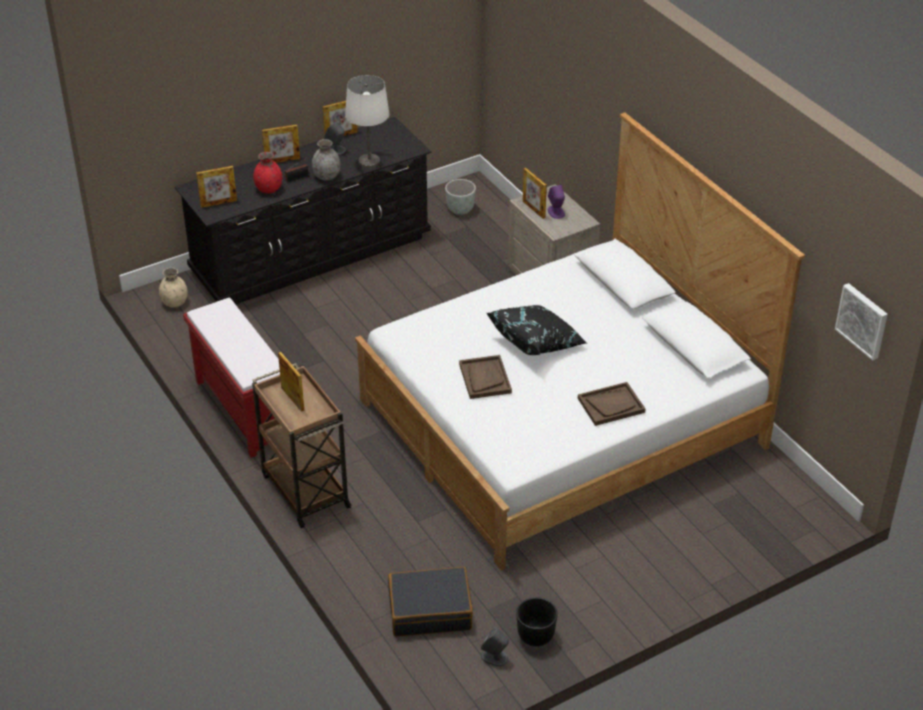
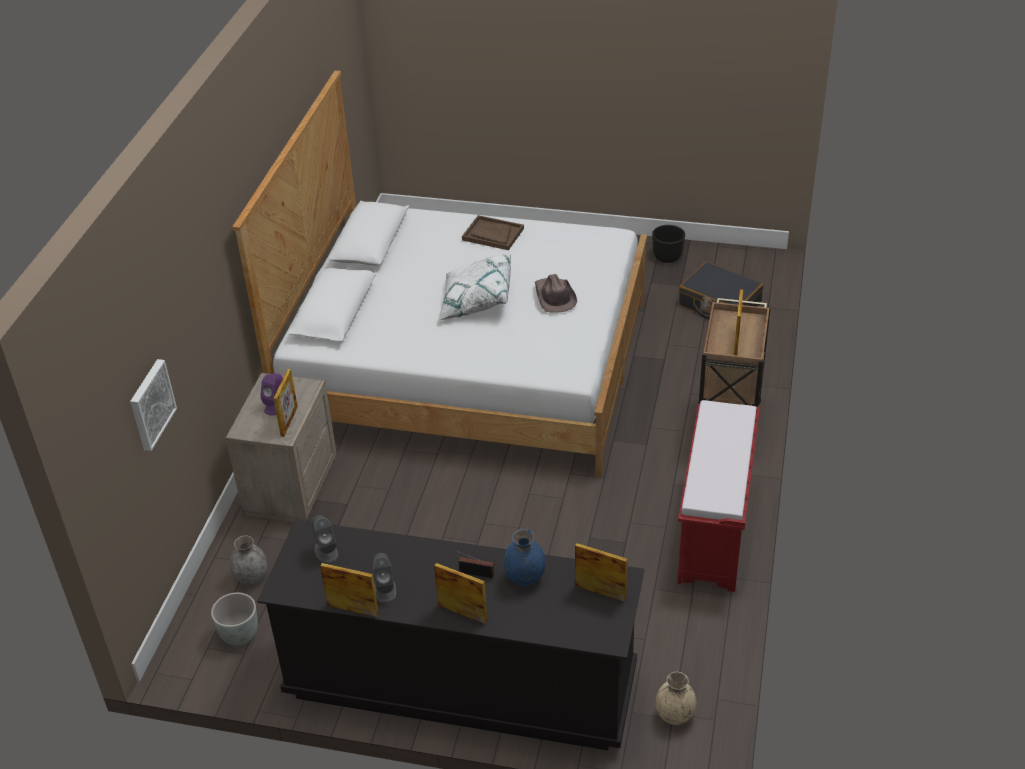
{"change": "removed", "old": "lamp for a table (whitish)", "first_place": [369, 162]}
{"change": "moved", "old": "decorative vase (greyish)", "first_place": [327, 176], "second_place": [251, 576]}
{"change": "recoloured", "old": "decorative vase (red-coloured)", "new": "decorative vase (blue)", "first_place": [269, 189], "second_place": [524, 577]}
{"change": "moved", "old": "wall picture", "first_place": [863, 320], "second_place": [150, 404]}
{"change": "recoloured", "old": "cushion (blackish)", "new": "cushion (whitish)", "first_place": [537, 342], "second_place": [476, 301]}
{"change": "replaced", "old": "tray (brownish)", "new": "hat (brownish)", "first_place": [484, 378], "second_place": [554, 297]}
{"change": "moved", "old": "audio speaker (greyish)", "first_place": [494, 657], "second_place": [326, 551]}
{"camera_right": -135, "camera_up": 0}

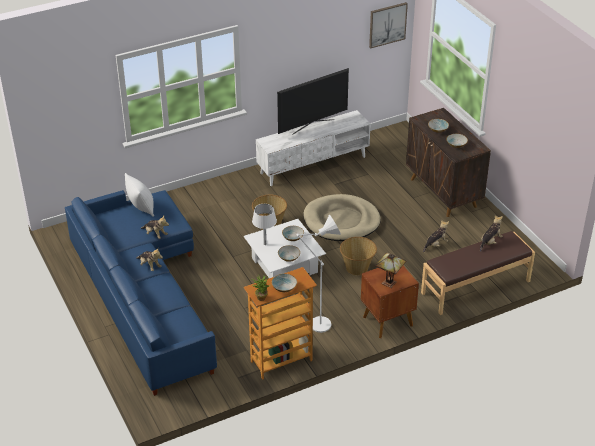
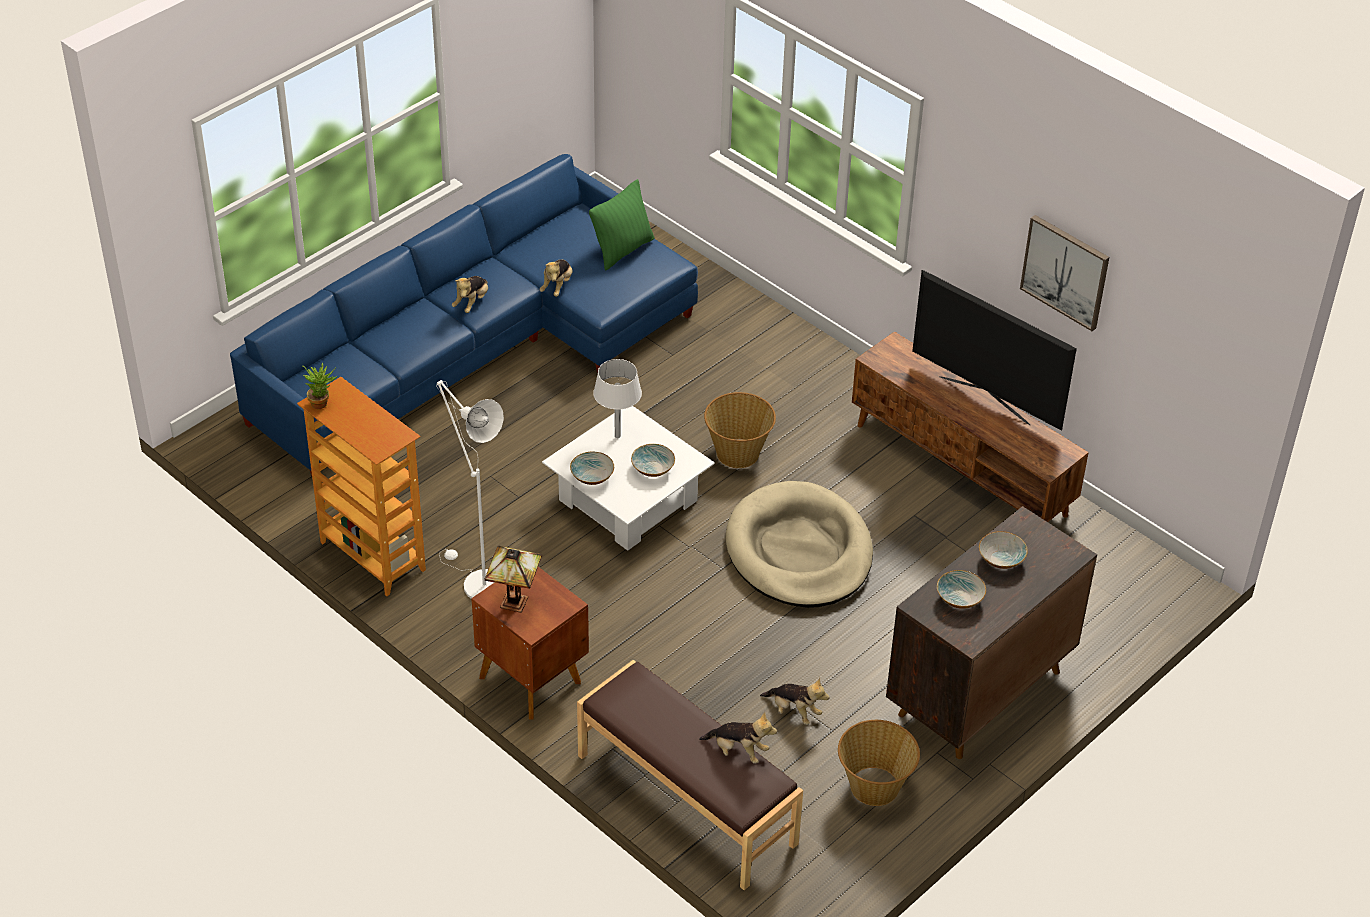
{"change": "moved", "old": "wall picture", "first_place": [387, 24], "second_place": [1065, 271]}
{"change": "recoloured", "old": "tv unit (whitish)", "new": "tv unit (brownish)", "first_place": [313, 164], "second_place": [962, 470]}
{"change": "recoloured", "old": "cushion (whitish)", "new": "cushion (green)", "first_place": [141, 208], "second_place": [622, 250]}
{"change": "moved", "old": "storage basket", "first_place": [357, 268], "second_place": [874, 787]}
{"change": "removed", "old": "deep dish", "first_place": [284, 287]}
{"camera_right": 70, "camera_up": 5}

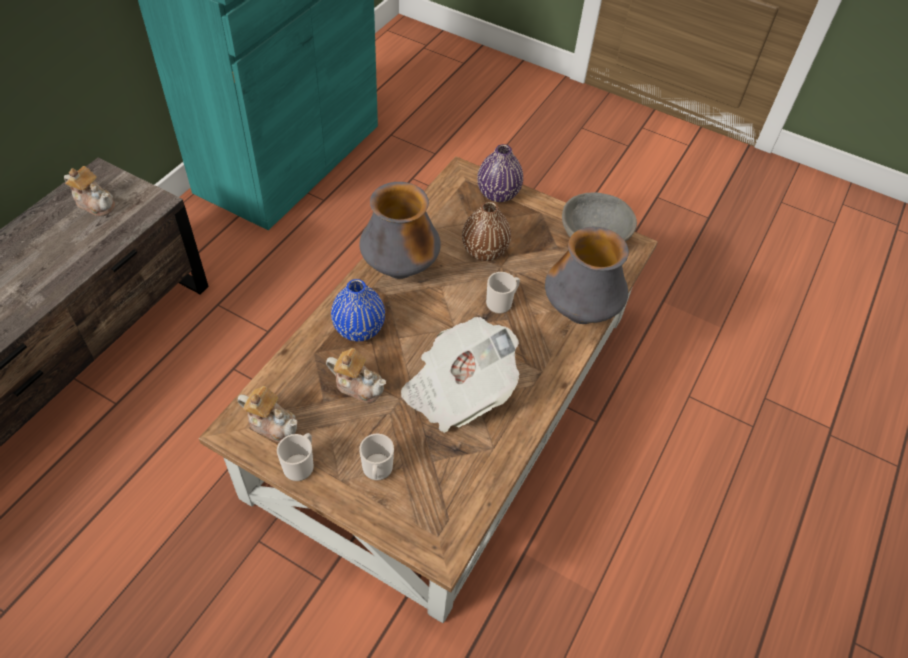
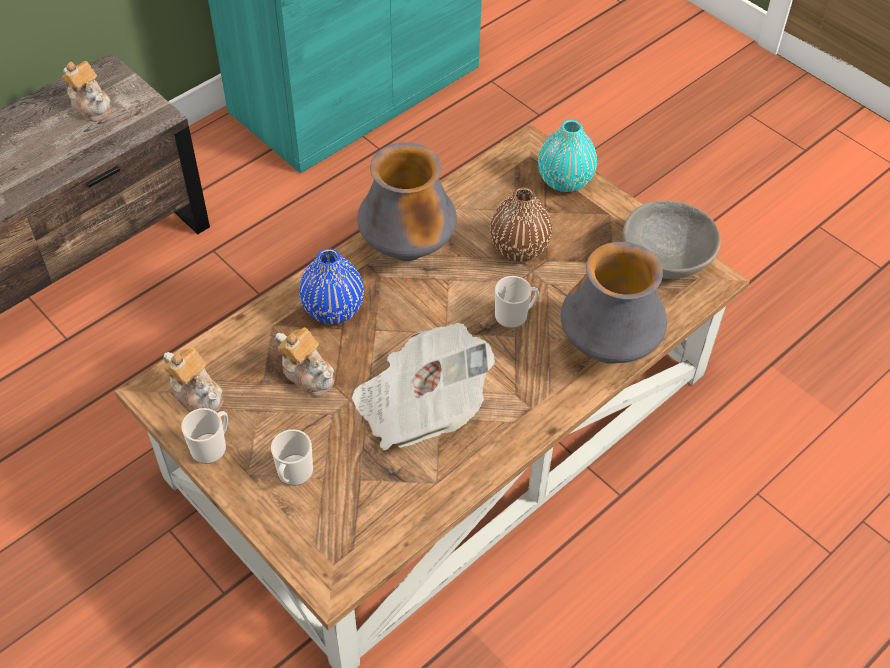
{"change": "recoloured", "old": "decorative vase (purple)", "new": "decorative vase (turquoise-coloured)", "first_place": [498, 193], "second_place": [565, 180]}
{"camera_right": 20, "camera_up": 0}

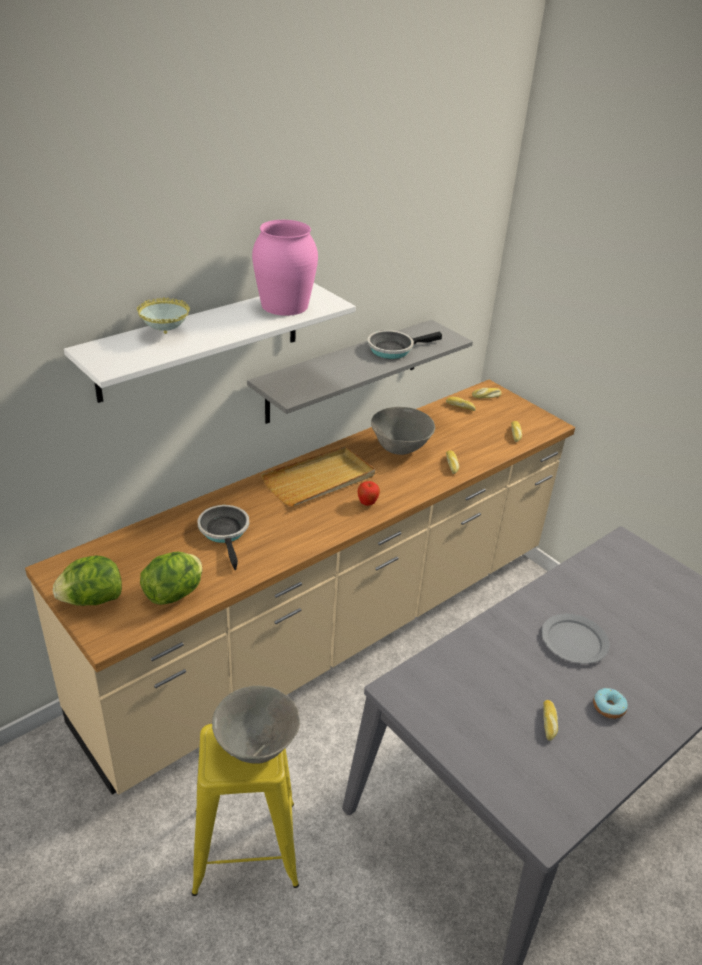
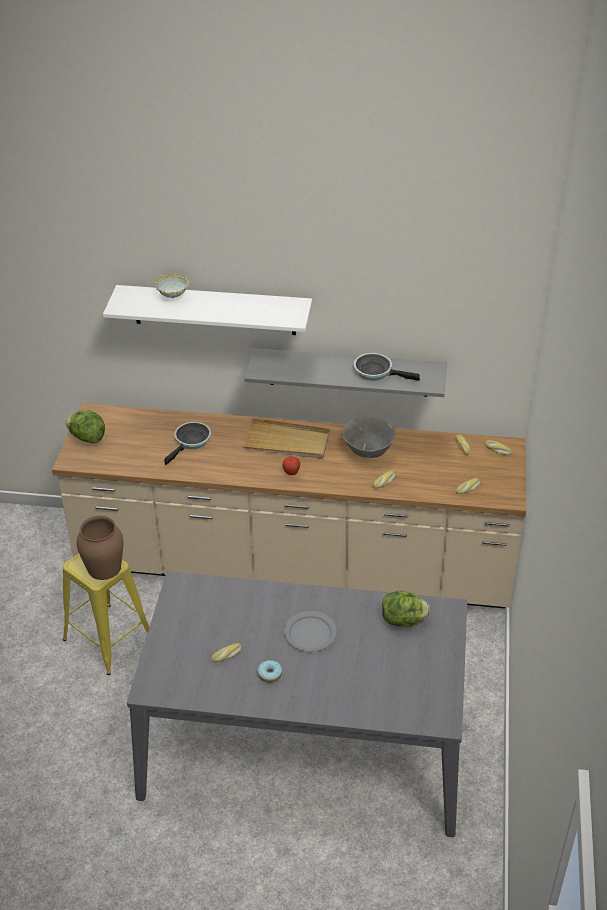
{"change": "removed", "old": "decorative vase (pink-coloured)", "first_place": [285, 305]}
{"change": "moved", "old": "lettuce", "first_place": [175, 593], "second_place": [403, 620]}
{"change": "replaced", "old": "deep dish (greyish)", "new": "decorative vase (brownish)", "first_place": [256, 745], "second_place": [104, 567]}
{"camera_right": 50, "camera_up": 5}

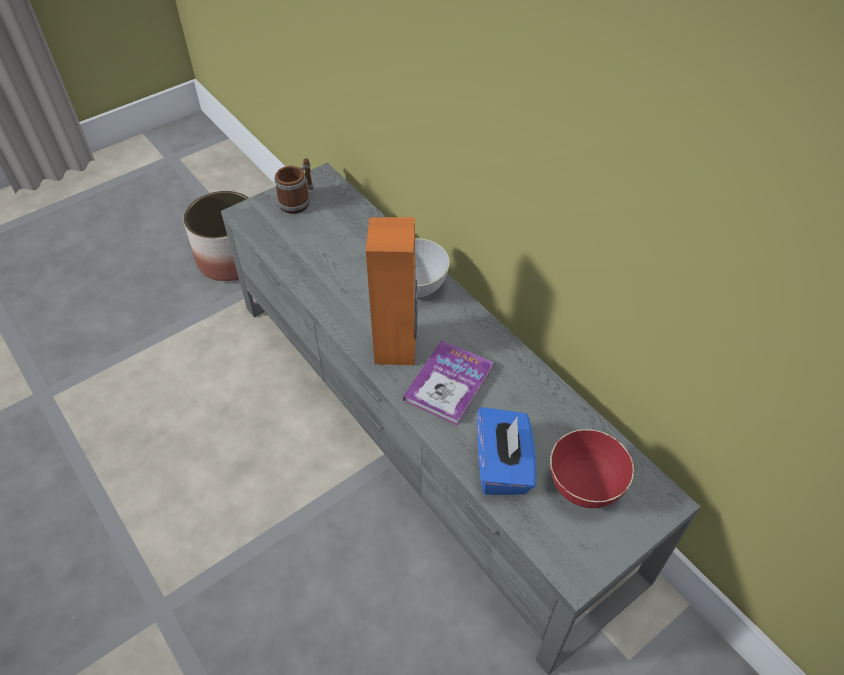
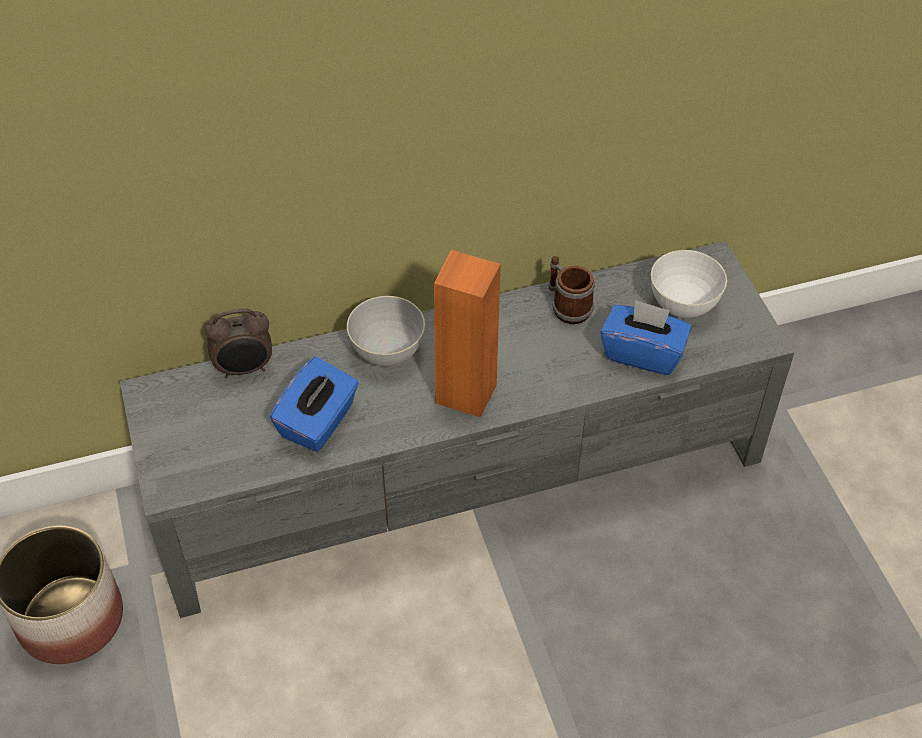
{"change": "moved", "old": "mug", "first_place": [298, 201], "second_place": [567, 306]}
{"change": "removed", "old": "bound book", "first_place": [449, 383]}
{"change": "recoloured", "old": "deep dish (red-coloured)", "new": "deep dish (whitish)", "first_place": [584, 486], "second_place": [683, 305]}
{"change": "added", "new": "alarm clock", "second_place": [245, 369]}
{"change": "added", "new": "box of tissues (blue)", "second_place": [318, 422]}
{"camera_right": -70, "camera_up": 0}

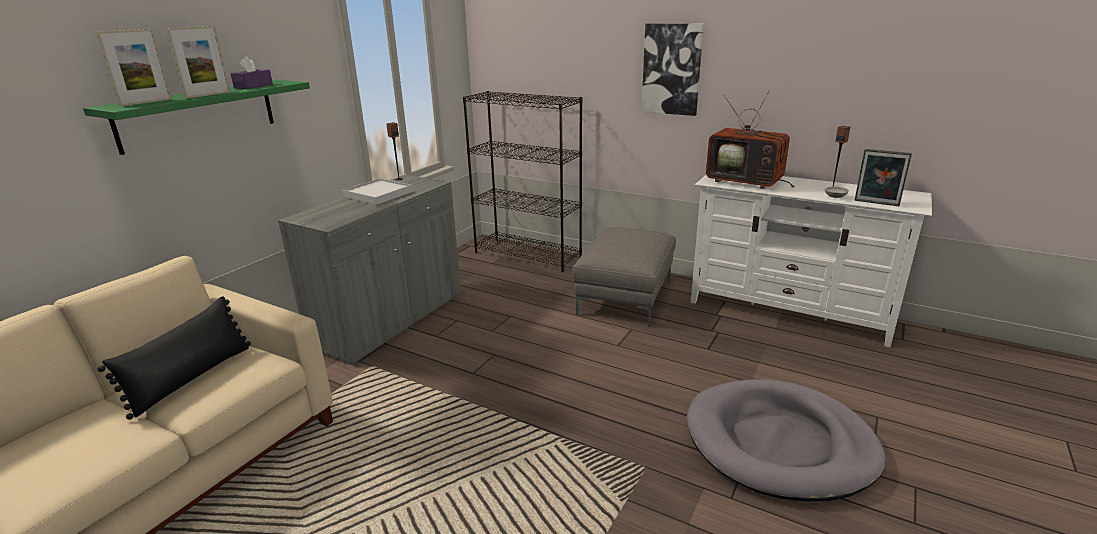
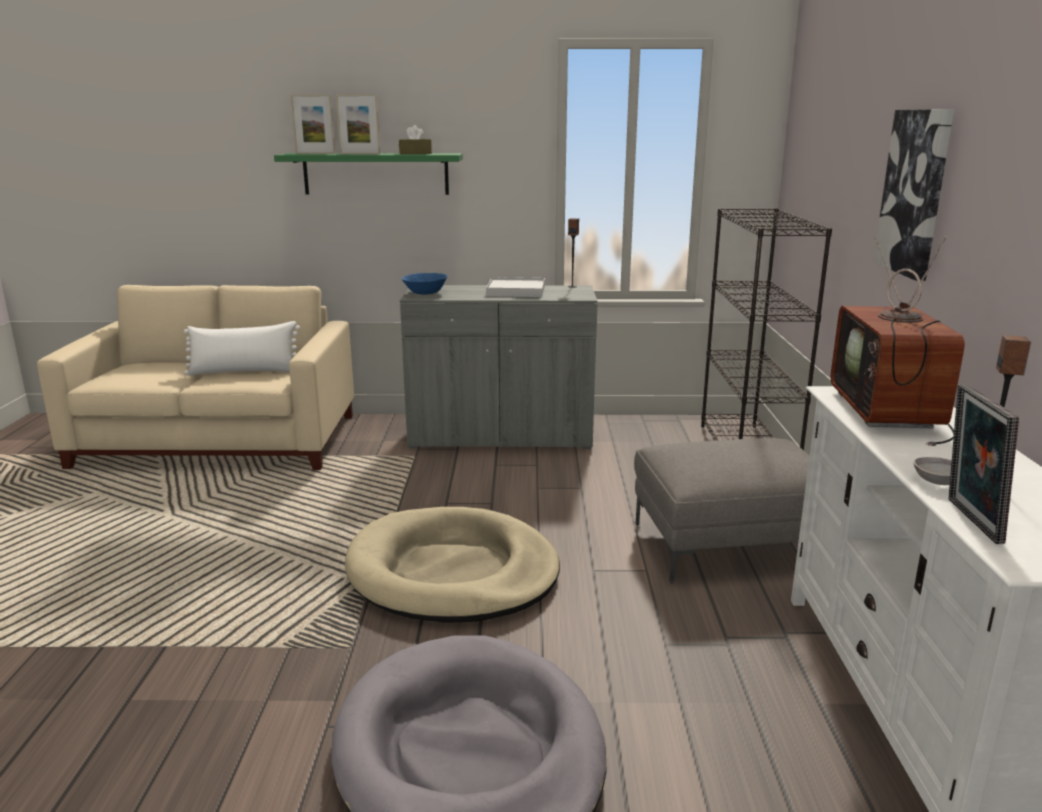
{"change": "recoloured", "old": "box of tissues (purple)", "new": "box of tissues (brownish)", "first_place": [253, 86], "second_place": [415, 153]}
{"change": "recoloured", "old": "cushion (blackish)", "new": "cushion (whitish)", "first_place": [192, 378], "second_place": [244, 372]}
{"change": "added", "new": "deep dish (blue)", "second_place": [426, 293]}
{"change": "added", "new": "pet bed (beige)", "second_place": [452, 572]}
{"camera_right": 60, "camera_up": -5}

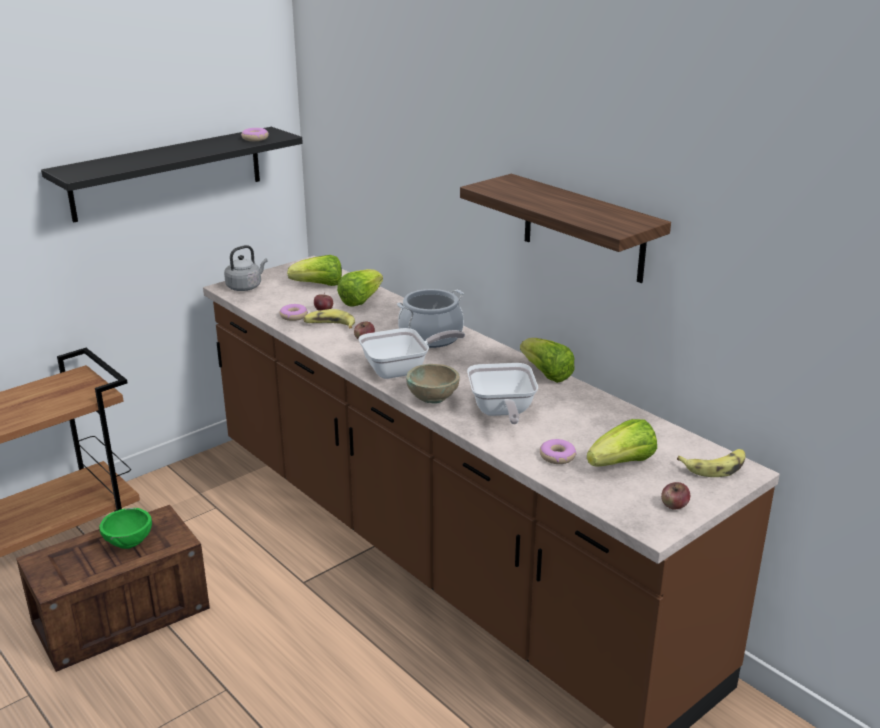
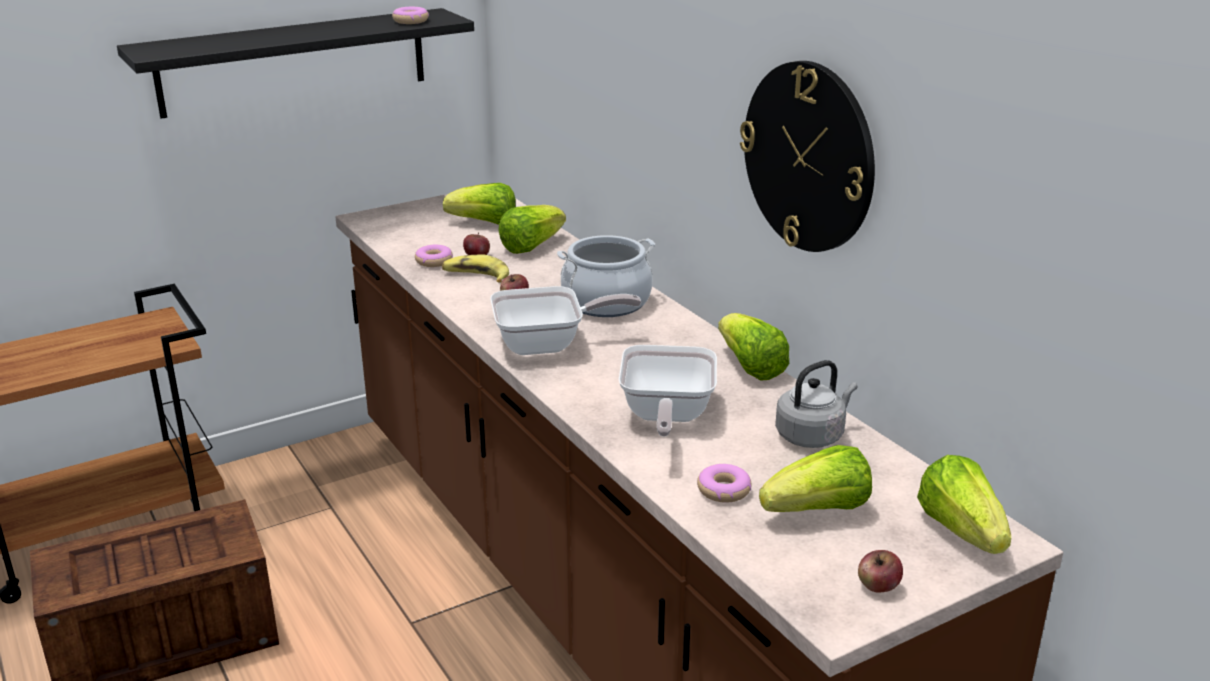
{"change": "replaced", "old": "wall shelf", "new": "hanging clock", "first_place": [583, 228], "second_place": [808, 157]}
{"change": "moved", "old": "water kettle (greyish)", "first_place": [245, 287], "second_place": [812, 435]}
{"change": "removed", "old": "deep dish (beige)", "first_place": [432, 399]}
{"change": "replaced", "old": "banana", "new": "lettuce", "first_place": [715, 467], "second_place": [961, 531]}
{"change": "removed", "old": "deep dish (green)", "first_place": [129, 543]}
{"camera_right": 10, "camera_up": 0}

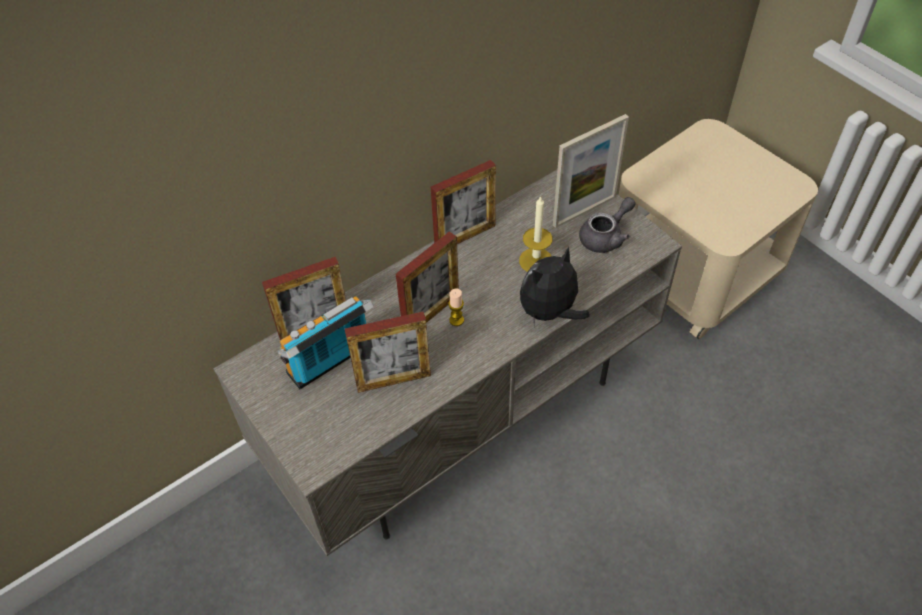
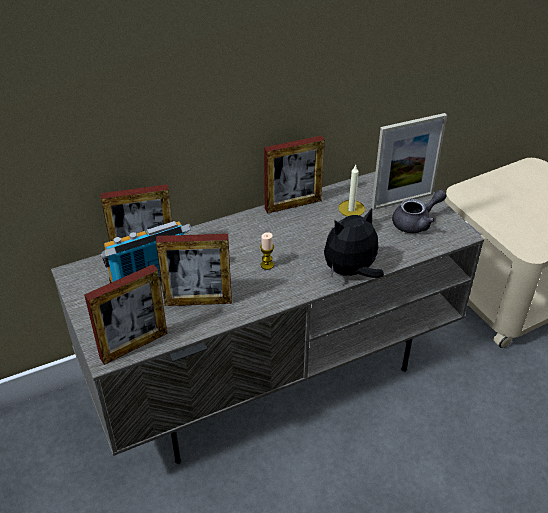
{"change": "moved", "old": "picture frame", "first_place": [431, 313], "second_place": [134, 345]}
{"camera_right": 10, "camera_up": -10}

